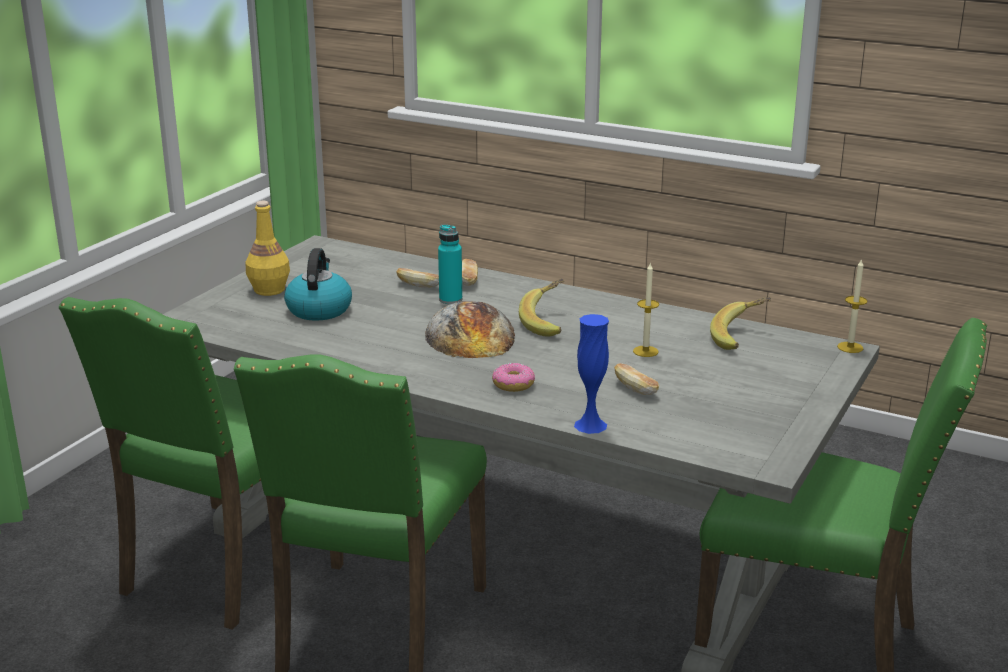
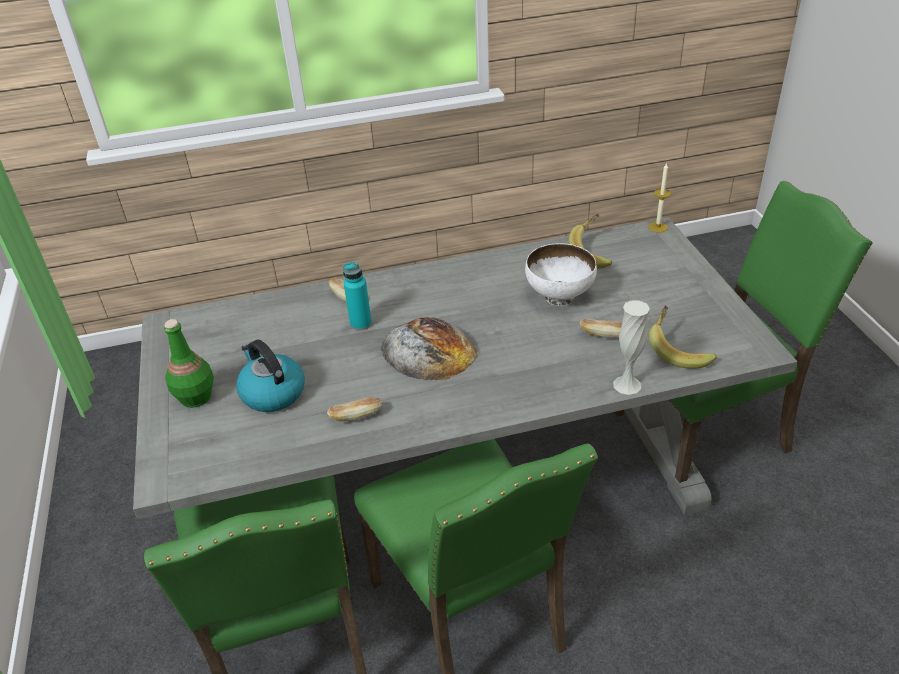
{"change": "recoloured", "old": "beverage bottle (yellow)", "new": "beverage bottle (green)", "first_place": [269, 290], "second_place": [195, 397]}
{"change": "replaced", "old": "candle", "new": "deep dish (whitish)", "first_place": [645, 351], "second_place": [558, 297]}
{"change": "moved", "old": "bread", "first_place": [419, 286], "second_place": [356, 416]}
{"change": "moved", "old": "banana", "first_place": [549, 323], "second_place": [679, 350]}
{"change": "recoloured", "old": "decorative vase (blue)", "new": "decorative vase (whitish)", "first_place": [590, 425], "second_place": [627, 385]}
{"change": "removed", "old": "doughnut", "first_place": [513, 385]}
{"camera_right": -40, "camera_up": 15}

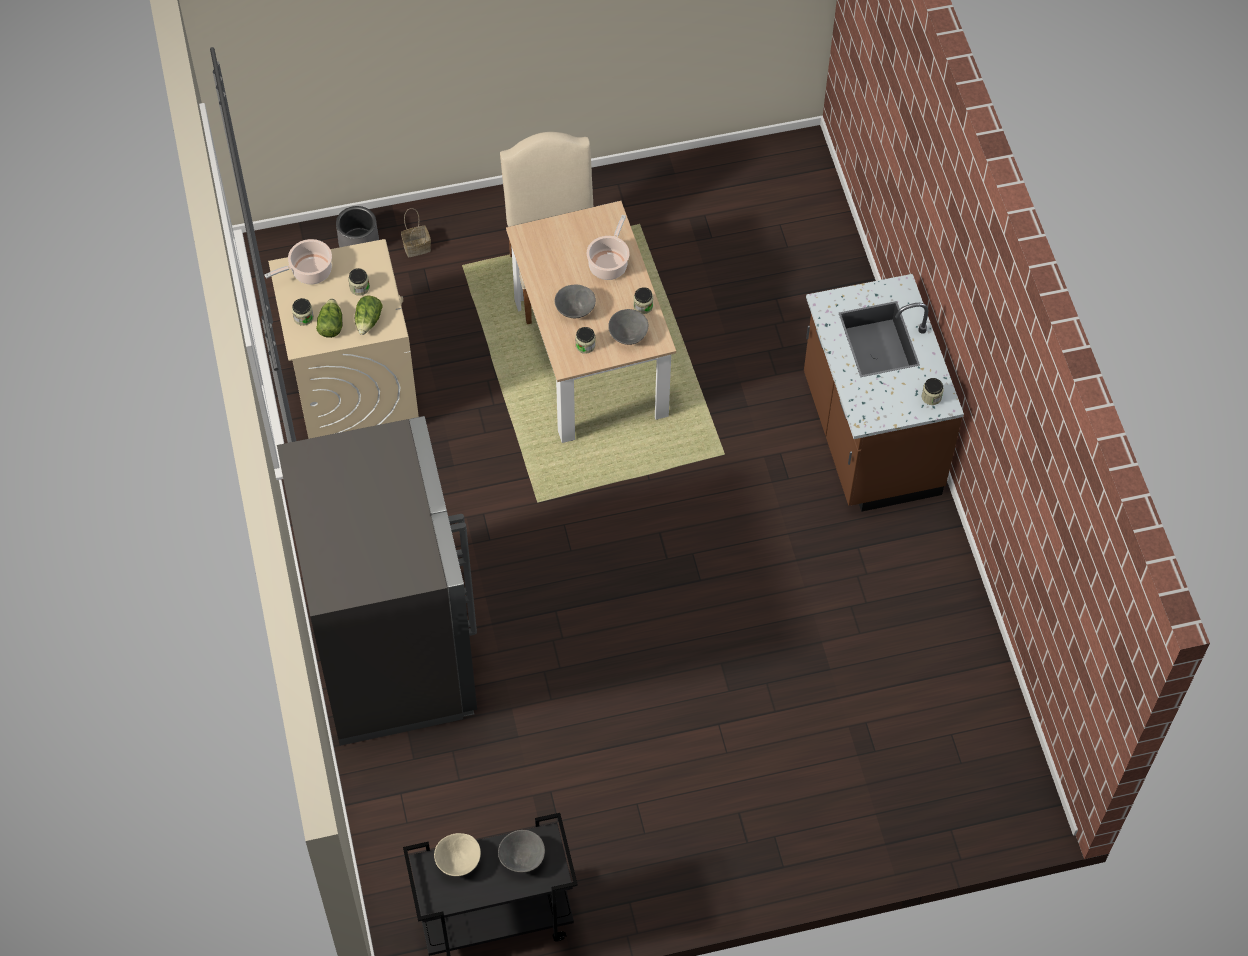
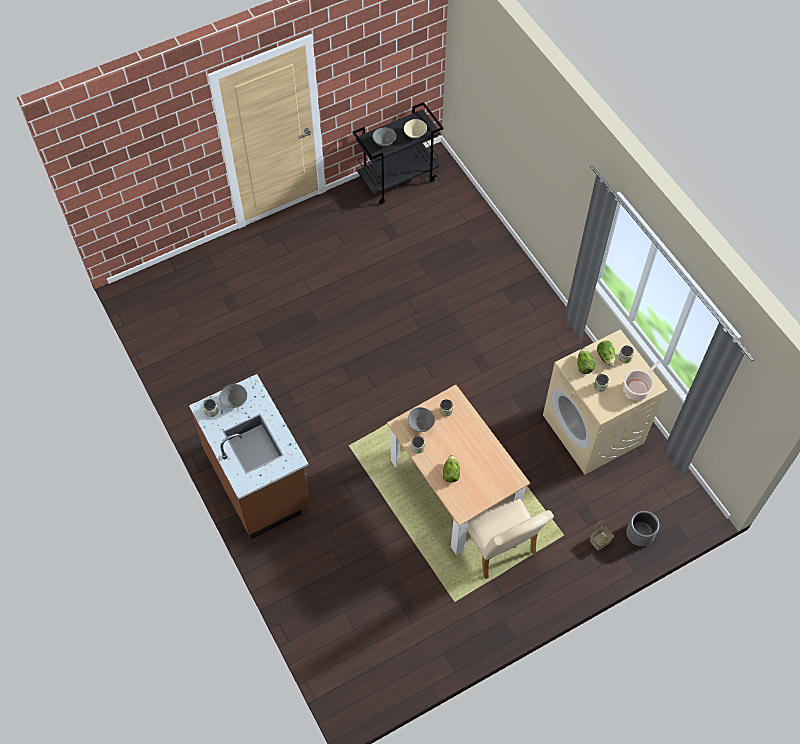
{"change": "replaced", "old": "stockpot", "new": "lettuce", "first_place": [609, 264], "second_place": [450, 473]}
{"change": "moved", "old": "deep dish (greyish)", "first_place": [575, 310], "second_place": [234, 401]}
{"change": "removed", "old": "fridge (greyish)", "first_place": [392, 649]}
{"camera_right": 165, "camera_up": 0}

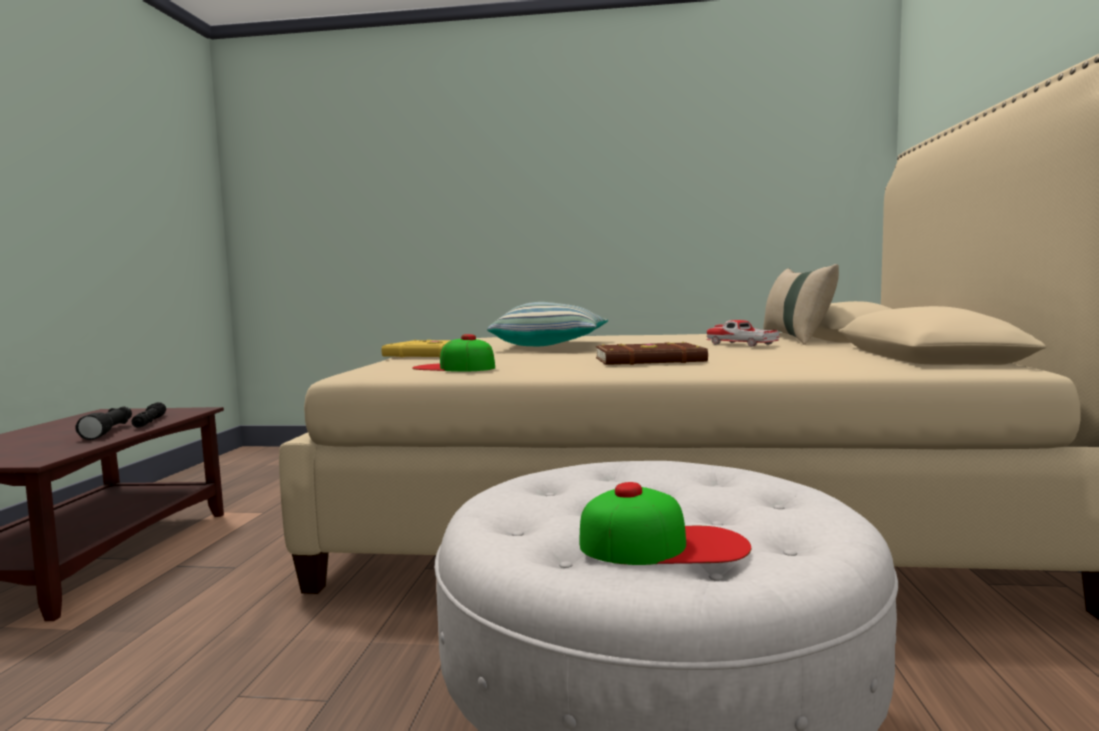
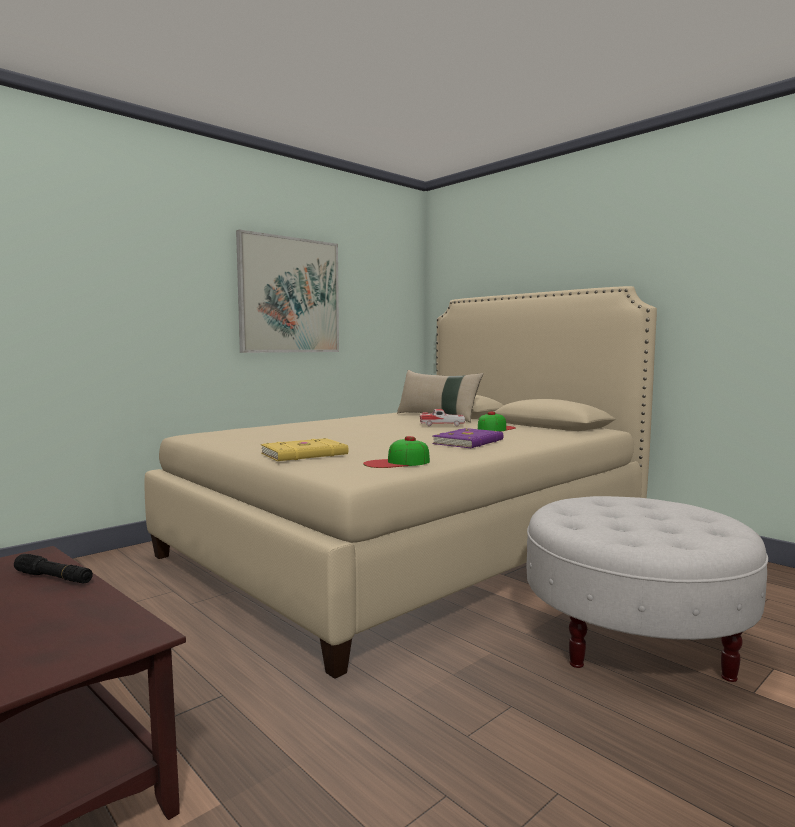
{"change": "removed", "old": "cushion", "first_place": [551, 345]}
{"change": "recoloured", "old": "bound book (brownish)", "new": "bound book (purple)", "first_place": [650, 360], "second_place": [469, 442]}
{"change": "removed", "old": "flashlight (blackish)", "first_place": [109, 431]}
{"change": "moved", "old": "baseball cap", "first_place": [664, 544], "second_place": [496, 428]}
{"change": "added", "new": "wall picture", "second_place": [289, 295]}
{"camera_right": -50, "camera_up": 0}

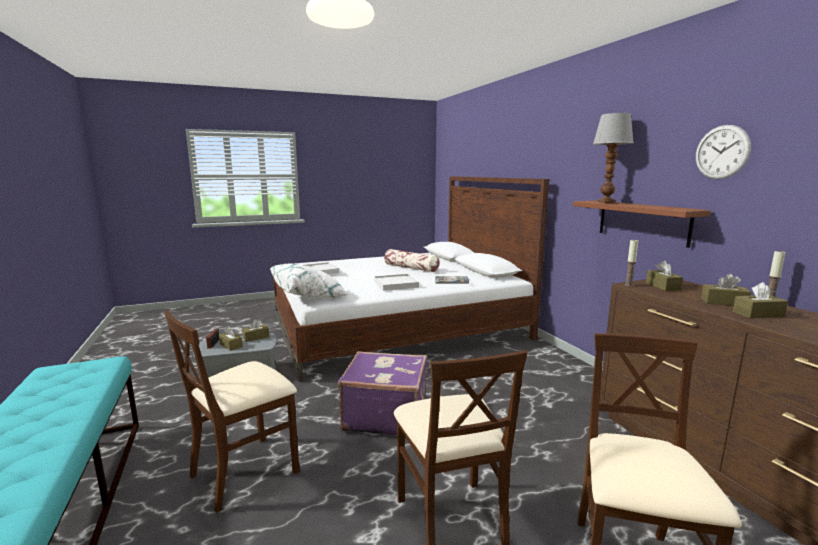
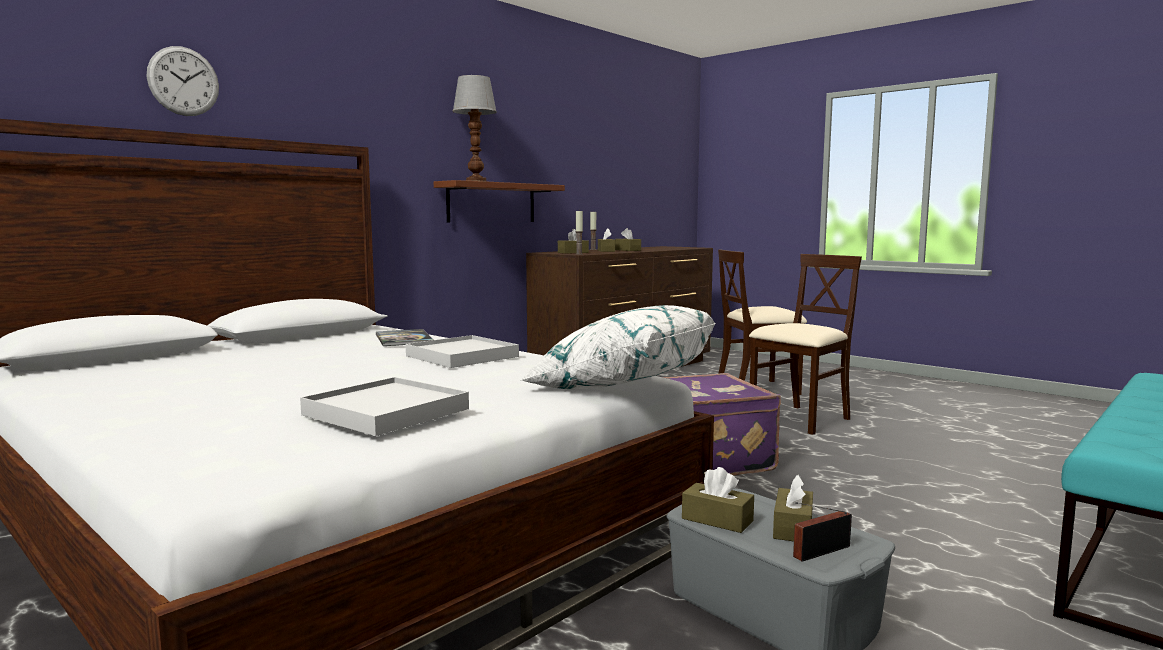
{"change": "moved", "old": "hanging clock", "first_place": [721, 152], "second_place": [183, 81]}
{"change": "removed", "old": "cushion", "first_place": [411, 268]}
{"change": "removed", "old": "plain chair (beige)", "first_place": [245, 471]}
{"camera_right": -115, "camera_up": -5}

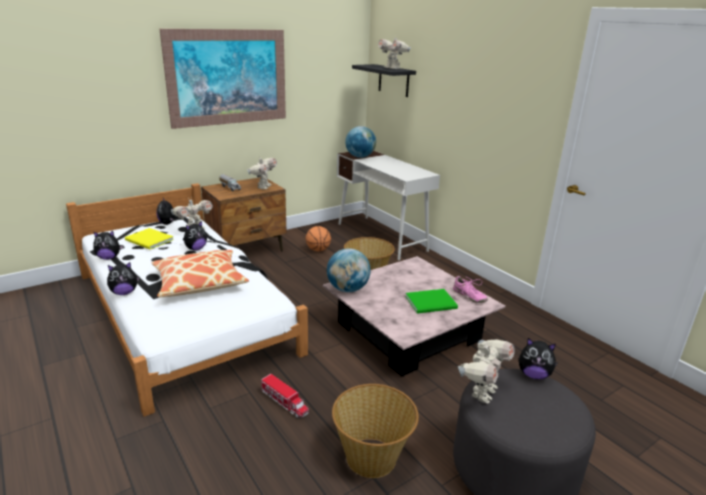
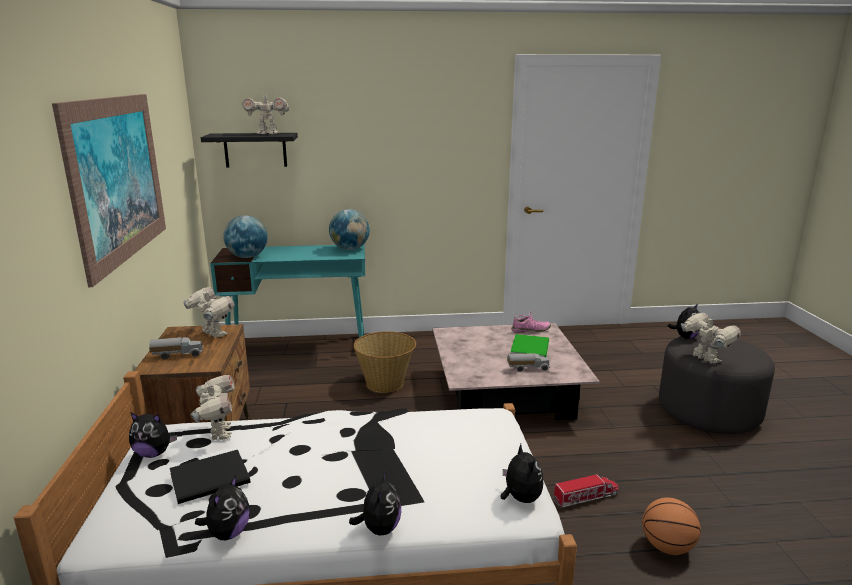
{"change": "recoloured", "old": "desk unit (whitish)", "new": "desk unit (turquoise-coloured)", "first_place": [381, 237], "second_place": [299, 347]}
{"change": "moved", "old": "plush toy", "first_place": [195, 249], "second_place": [520, 498]}
{"change": "moved", "old": "basketball", "first_place": [318, 250], "second_place": [667, 547]}
{"change": "recoloured", "old": "bound book (yellow)", "new": "bound book (blackish)", "first_place": [149, 240], "second_place": [212, 479]}
{"change": "moved", "old": "world globe", "first_place": [347, 289], "second_place": [350, 249]}
{"change": "removed", "old": "cushion", "first_place": [199, 282]}
{"change": "removed", "old": "storage basket", "first_place": [372, 457]}
{"change": "added", "new": "toy truck", "second_place": [528, 368]}
{"camera_right": -60, "camera_up": -5}

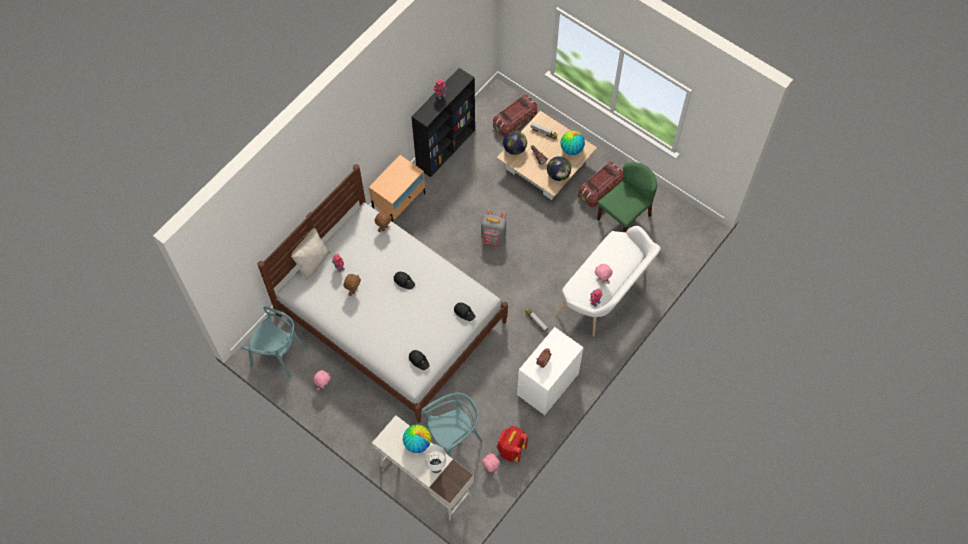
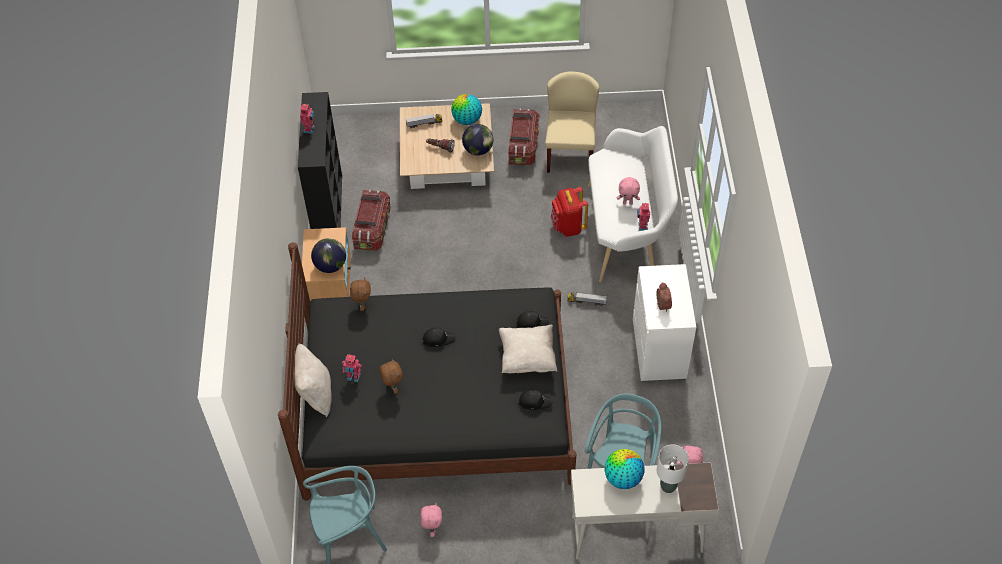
{"change": "moved", "old": "storage container", "first_place": [515, 122], "second_place": [372, 229]}
{"change": "moved", "old": "world globe", "first_place": [514, 149], "second_place": [330, 266]}
{"change": "recoloured", "old": "plain chair (green)", "new": "plain chair (beige)", "first_place": [624, 217], "second_place": [570, 153]}
{"change": "recoloured", "old": "bedroom bed (whitish)", "new": "bedroom bed (blackish)", "first_place": [391, 318], "second_place": [437, 406]}
{"change": "removed", "old": "backpack (greyish)", "first_place": [493, 237]}
{"change": "moved", "old": "backpack (red-coloured)", "first_place": [511, 450], "second_place": [568, 227]}
{"change": "added", "new": "cushion (beige)", "second_place": [527, 358]}
{"camera_right": -40, "camera_up": -10}

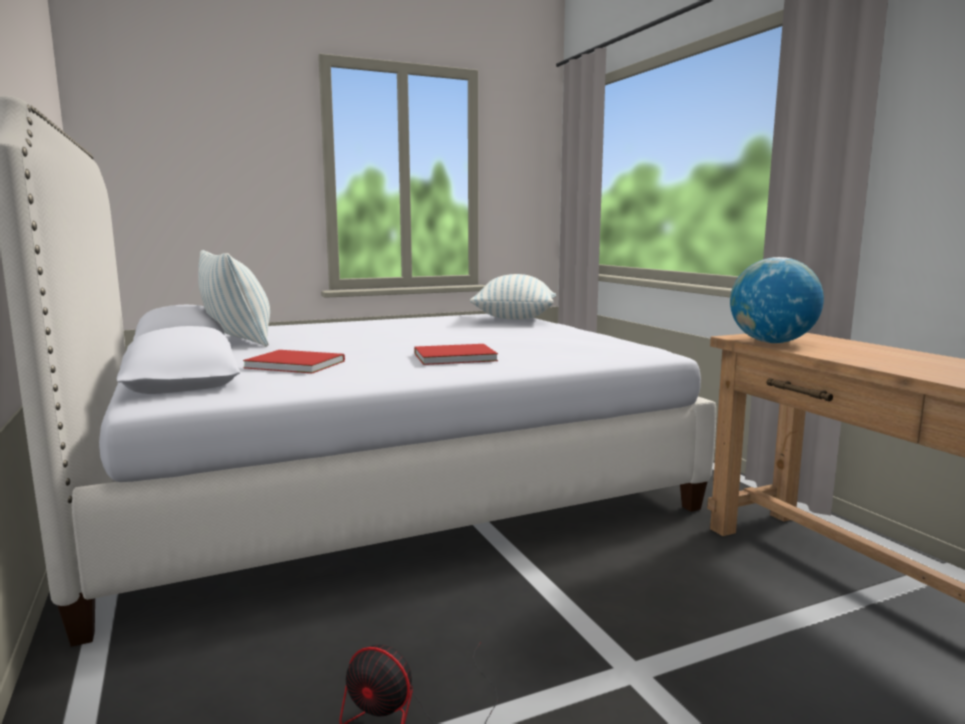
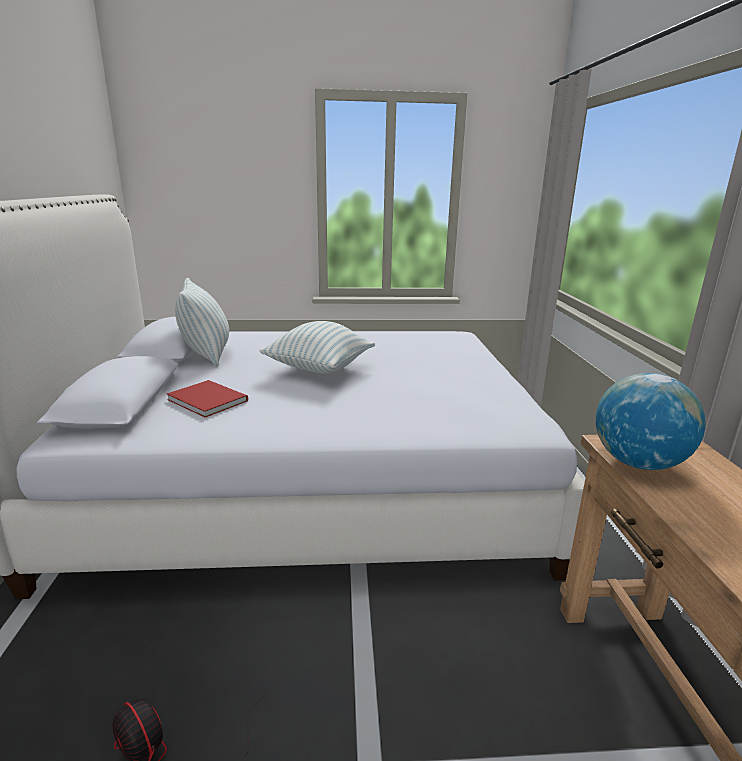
{"change": "moved", "old": "cushion", "first_place": [514, 320], "second_place": [319, 370]}
{"change": "removed", "old": "bound book (red-coloured)", "first_place": [452, 357]}
{"camera_right": 20, "camera_up": 10}

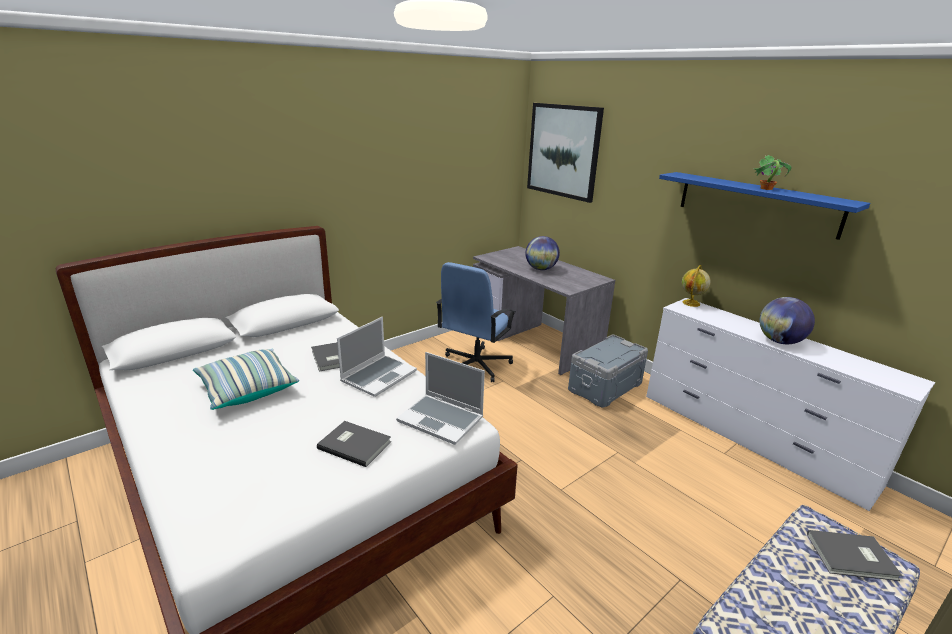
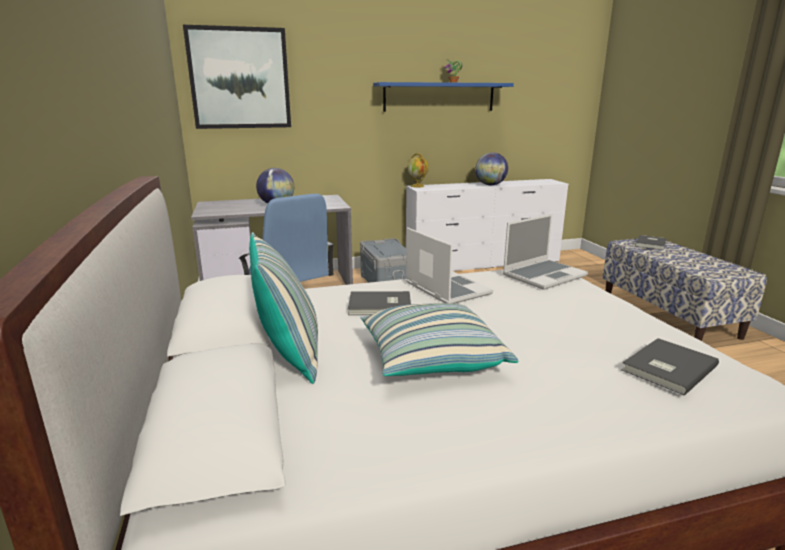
{"change": "moved", "old": "bound book (greyish)", "first_place": [355, 444], "second_place": [666, 367]}
{"change": "added", "new": "cushion", "second_place": [289, 355]}
{"camera_right": -65, "camera_up": -5}

